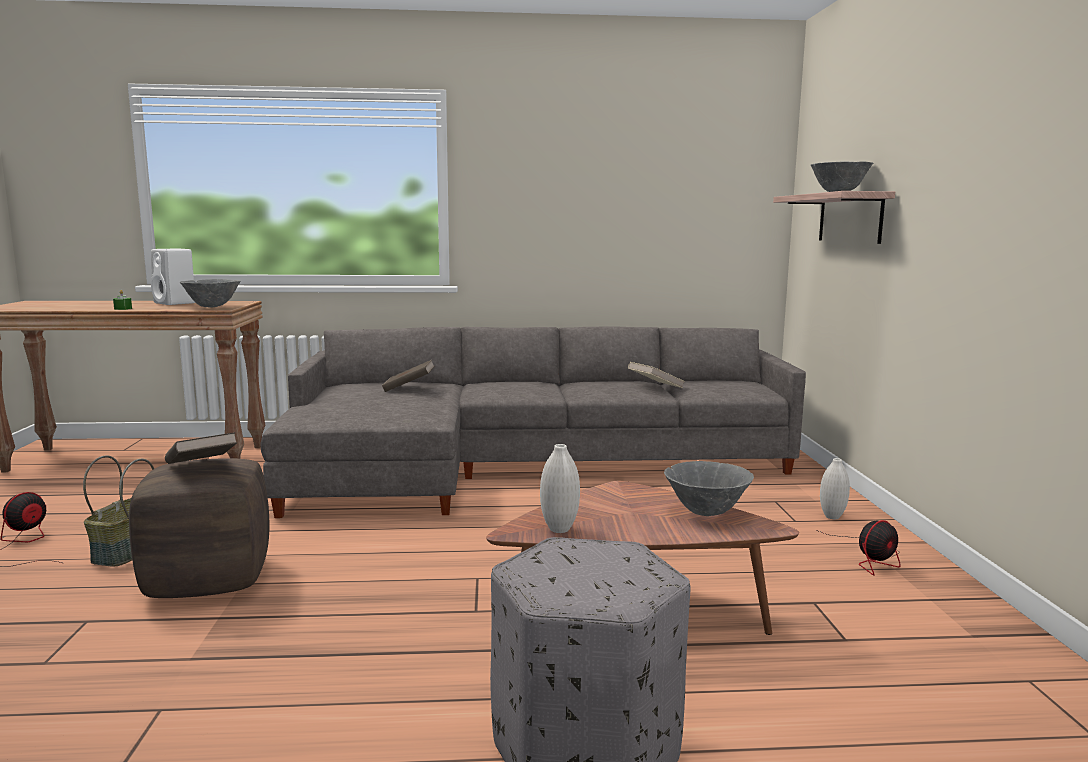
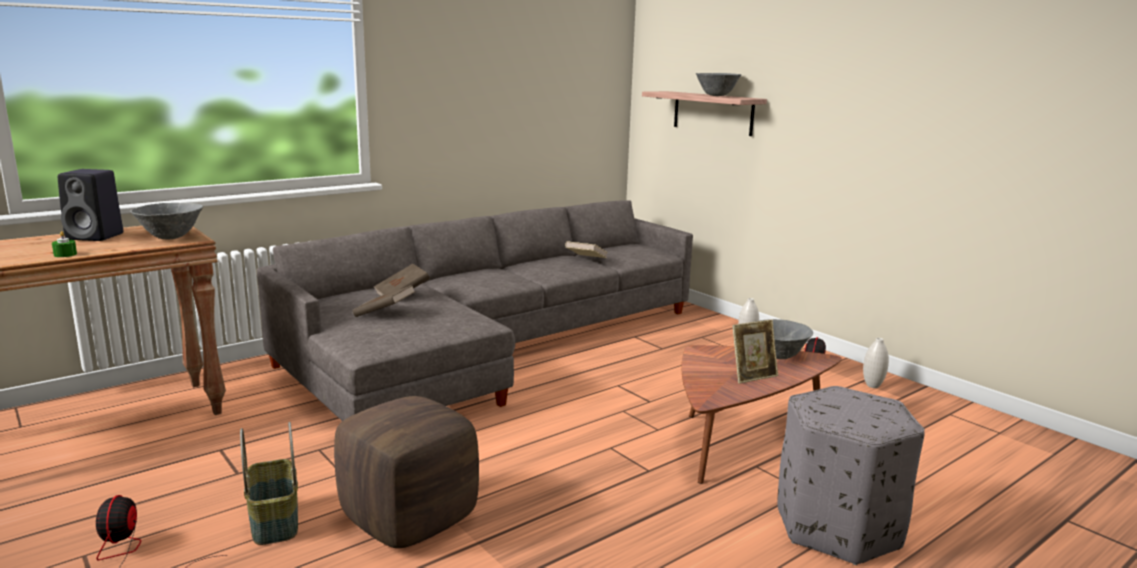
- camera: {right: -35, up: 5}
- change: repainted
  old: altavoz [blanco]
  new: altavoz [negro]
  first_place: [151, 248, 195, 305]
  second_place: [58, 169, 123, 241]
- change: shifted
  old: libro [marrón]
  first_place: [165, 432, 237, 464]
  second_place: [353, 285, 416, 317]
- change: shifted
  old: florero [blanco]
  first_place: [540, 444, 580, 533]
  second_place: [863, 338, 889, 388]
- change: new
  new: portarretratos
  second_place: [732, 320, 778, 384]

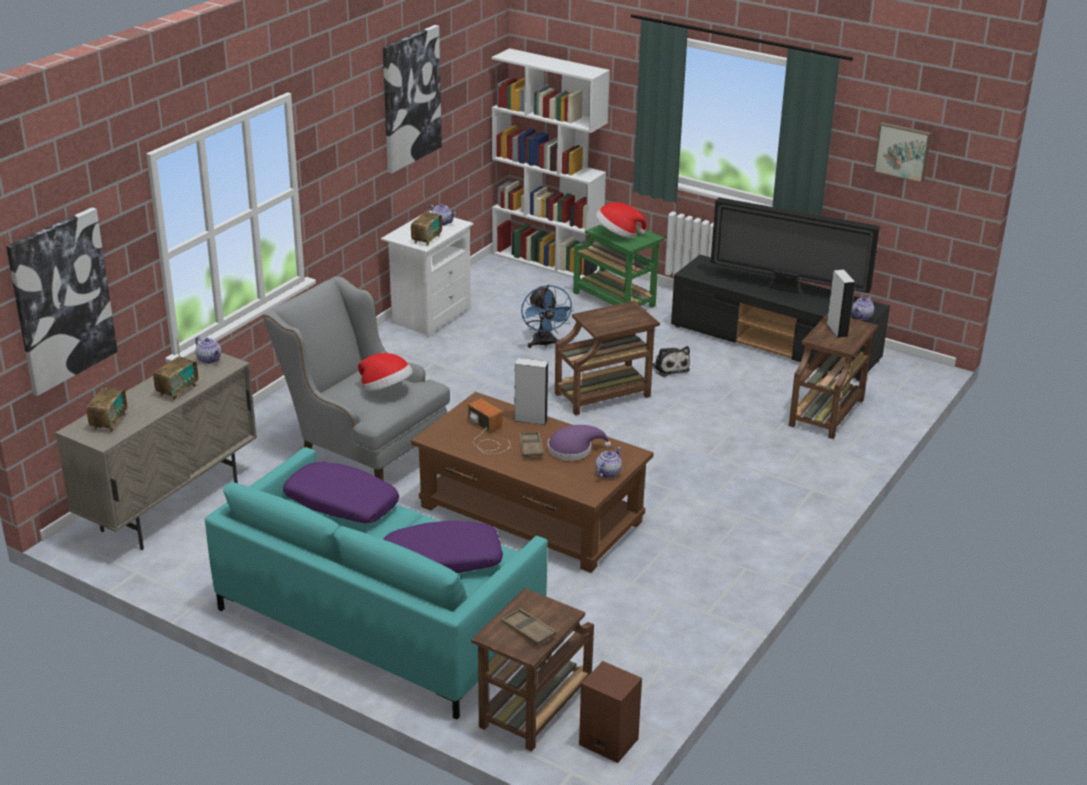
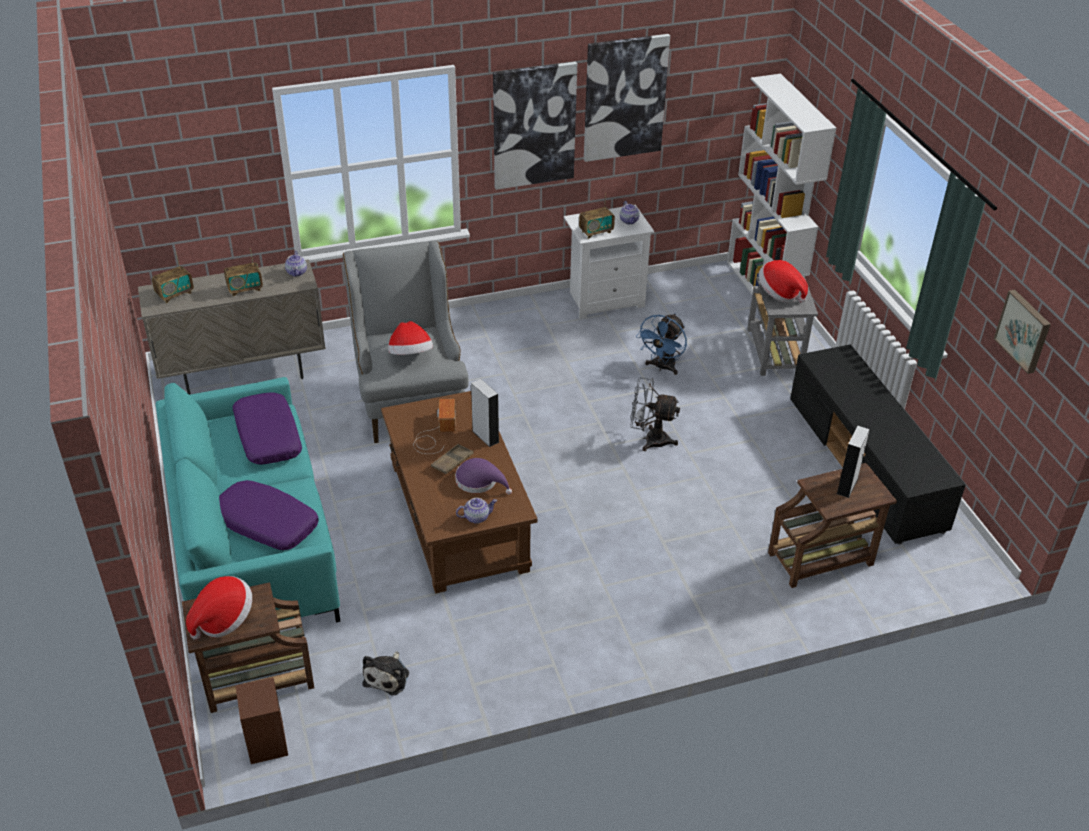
- camera: {right: 40, up: 10}
- change: gone
  old: televisor
  first_place: [711, 197, 880, 296]
- change: shifted
  old: cuadro
  first_place: [6, 207, 118, 396]
  second_place: [493, 62, 577, 190]
- change: repainted
  old: mesa auxiliar [verde]
  new: mesa auxiliar [gris]
  first_place: [573, 225, 664, 308]
  second_place: [747, 276, 818, 376]
- change: gone
  old: tetera
  first_place: [852, 296, 874, 320]
- change: swapped
  old: mesa auxiliar [marrón]
  new: ventilador [gris]
  first_place: [555, 301, 660, 415]
  second_place: [630, 378, 680, 451]
- change: shifted
  old: peluche
  first_place: [652, 346, 690, 377]
  second_place: [362, 651, 409, 695]
- change: swapped
  old: bandeja [marrón]
  new: sombrero
  first_place: [501, 608, 556, 645]
  second_place: [186, 576, 252, 640]

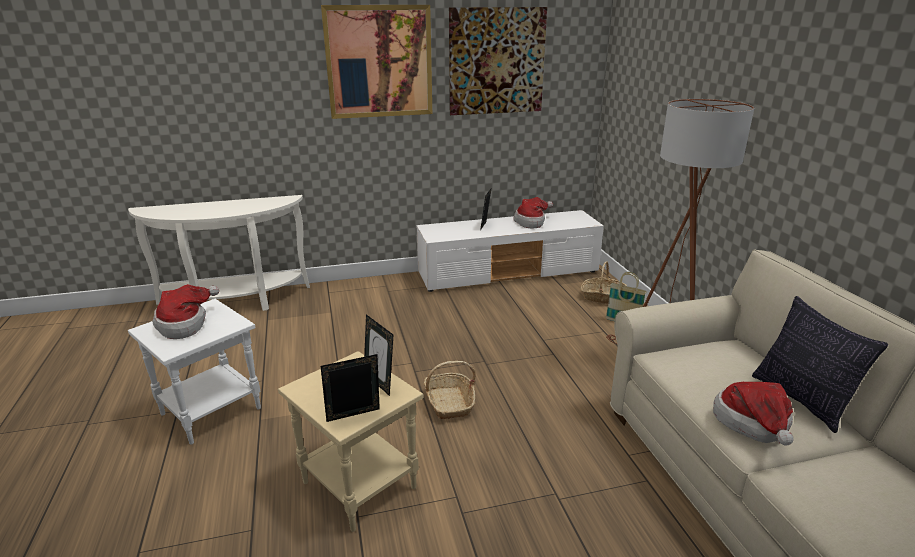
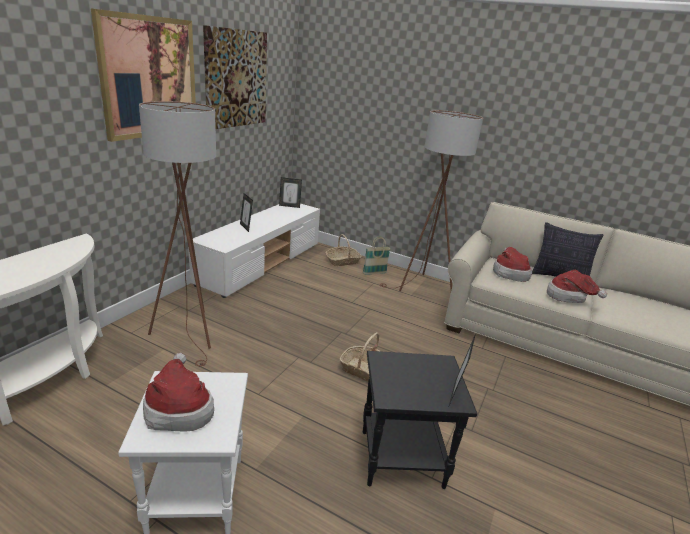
- camera: {right: -50, up: 0}
- change: shifted
  old: sombrero
  first_place: [513, 197, 553, 229]
  second_place: [493, 247, 532, 282]
- change: shifted
  old: portarretratos
  first_place: [364, 314, 393, 396]
  second_place: [279, 177, 302, 208]
- change: repainted
  old: mesa auxiliar [beis]
  new: mesa auxiliar [negro]
  first_place: [278, 351, 424, 532]
  second_place: [363, 351, 477, 489]
- change: new
  new: lámpara de pie [marrón]
  second_place: [139, 101, 216, 366]

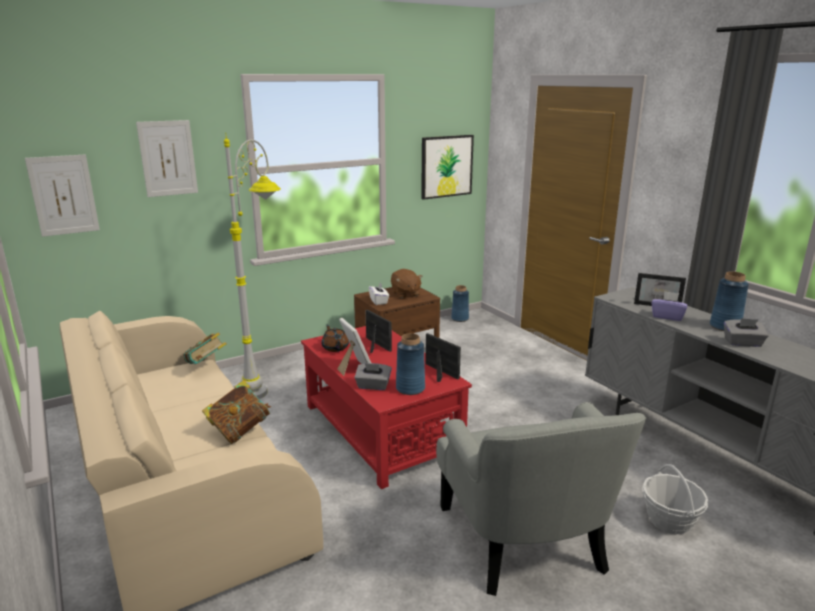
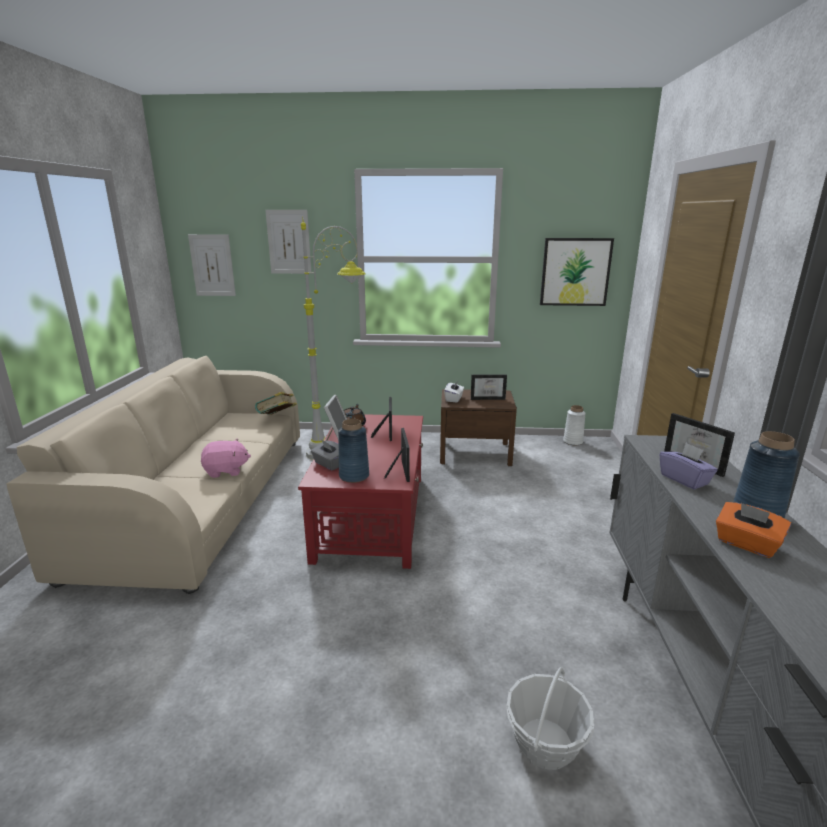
- camera: {right: 35, up: 0}
- change: swapped
  old: peluche [marrón]
  new: portarretratos
  first_place: [391, 269, 423, 298]
  second_place: [471, 374, 507, 400]
- change: repainted
  old: florero [azul]
  new: florero [blanco]
  first_place: [451, 285, 469, 322]
  second_place: [563, 405, 586, 445]
- change: repainted
  old: caja de pañuelos [gris]
  new: caja de pañuelos [naranja]
  first_place: [724, 318, 769, 347]
  second_place: [716, 502, 791, 558]
- change: swapped
  old: libro
  new: peluche [rosa]
  first_place: [202, 380, 271, 444]
  second_place: [201, 439, 251, 478]
- change: gone
  old: sillón [gris]
  first_place: [436, 402, 646, 596]

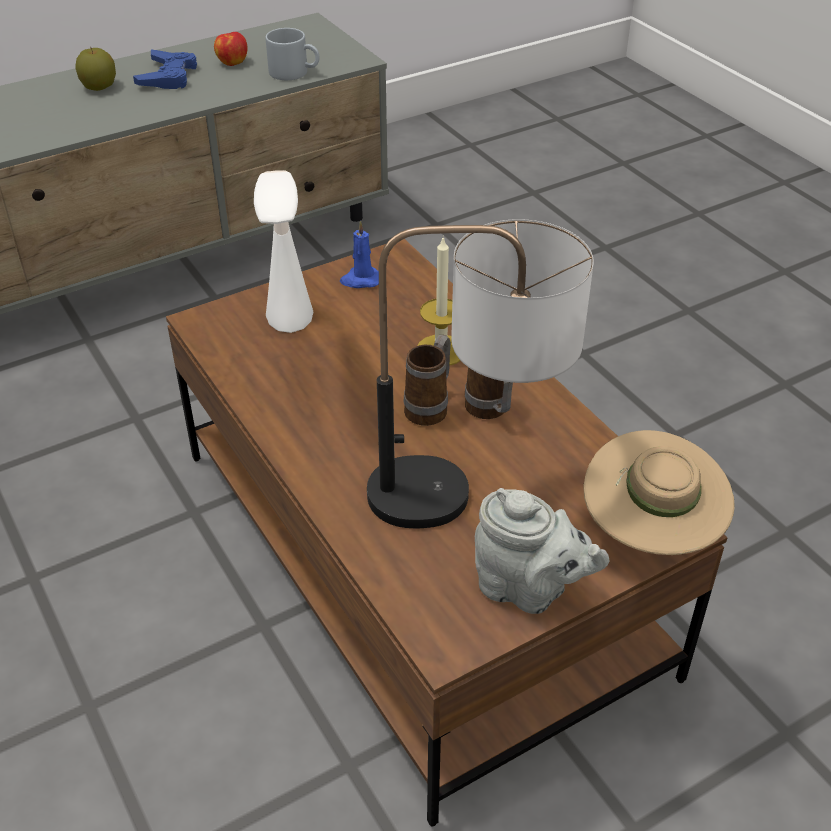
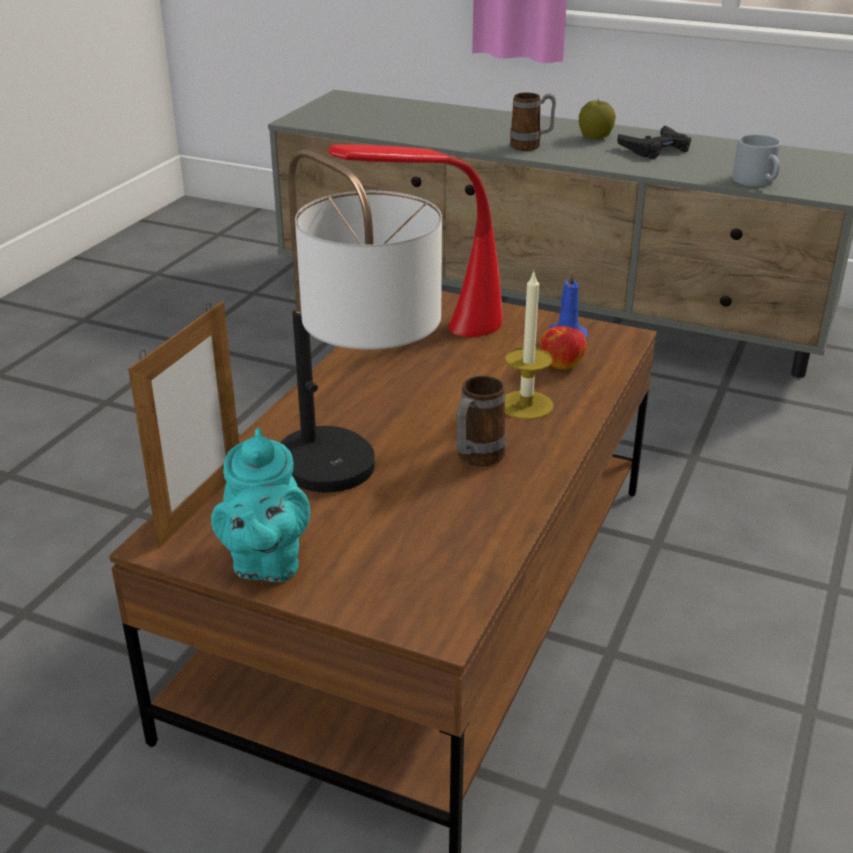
- camera: {right: 55, up: -10}
- change: shifted
  old: manzana
  first_place: [214, 32, 248, 66]
  second_place: [540, 326, 587, 370]
- change: repainted
  old: mando de consola [azul]
  new: mando de consola [negro]
  first_place: [133, 49, 197, 89]
  second_place: [617, 125, 691, 159]
- change: repainted
  old: lámpara de mesa [blanco]
  new: lámpara de mesa [rojo]
  first_place: [254, 170, 313, 333]
  second_place: [327, 144, 503, 337]
- change: shifted
  old: taza grande
  first_place: [404, 335, 451, 426]
  second_place: [510, 92, 556, 151]
- change: gone
  old: sombrero [beis]
  first_place: [584, 430, 734, 555]
- change: repainted
  old: tetera [gris]
  new: tetera [turquesa]
  first_place: [475, 488, 609, 614]
  second_place: [211, 428, 310, 582]
- change: new
  new: portarretratos
  second_place: [128, 301, 239, 548]

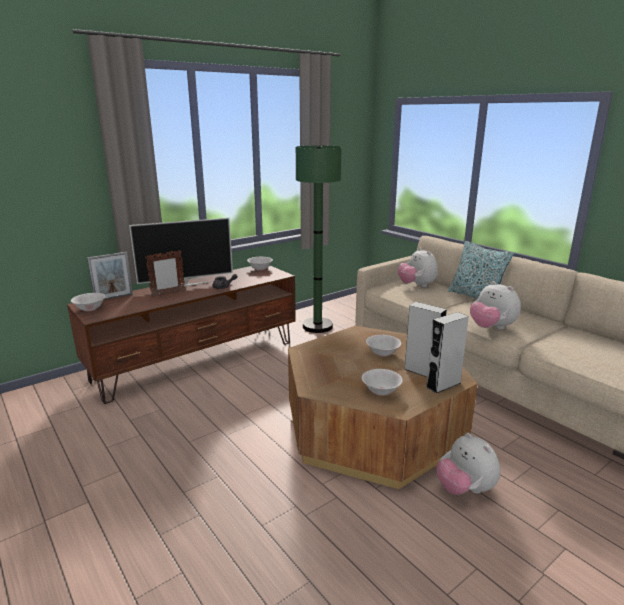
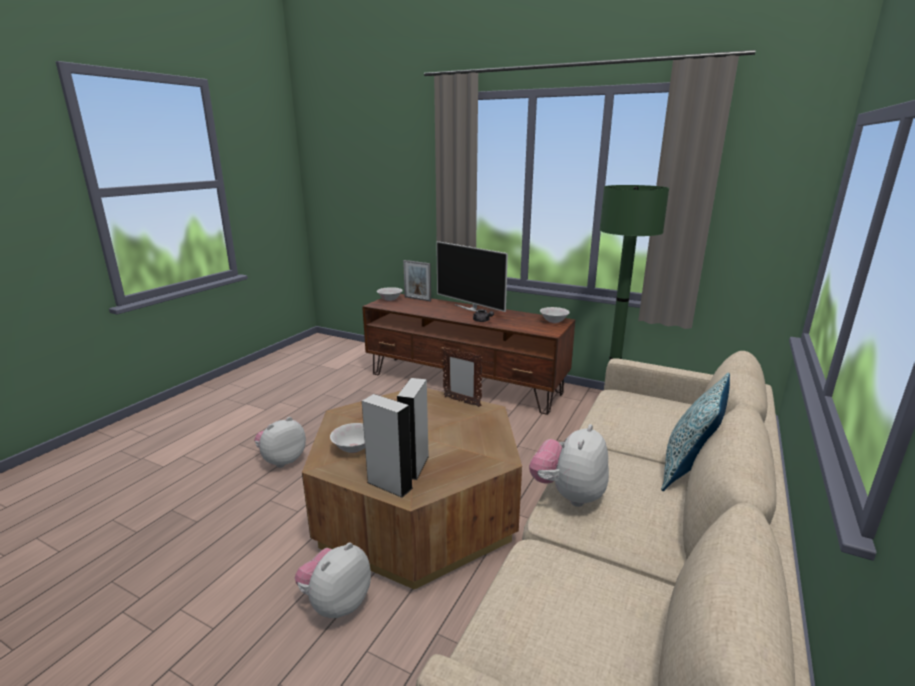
- camera: {right: 65, up: 0}
- change: shifted
  old: peluche
  first_place: [398, 248, 438, 287]
  second_place: [254, 417, 306, 468]
- change: shifted
  old: portarretratos
  first_place: [145, 250, 185, 297]
  second_place: [442, 347, 483, 407]
- change: gone
  old: cuenco [blanco]
  first_place: [366, 335, 401, 357]

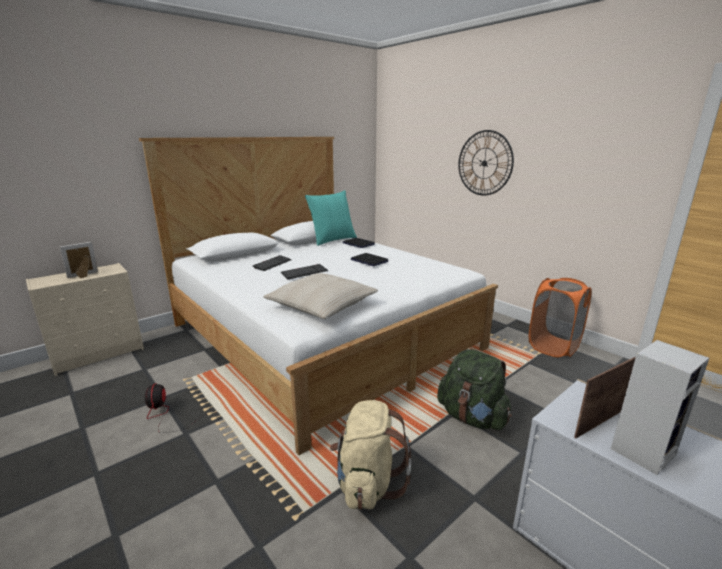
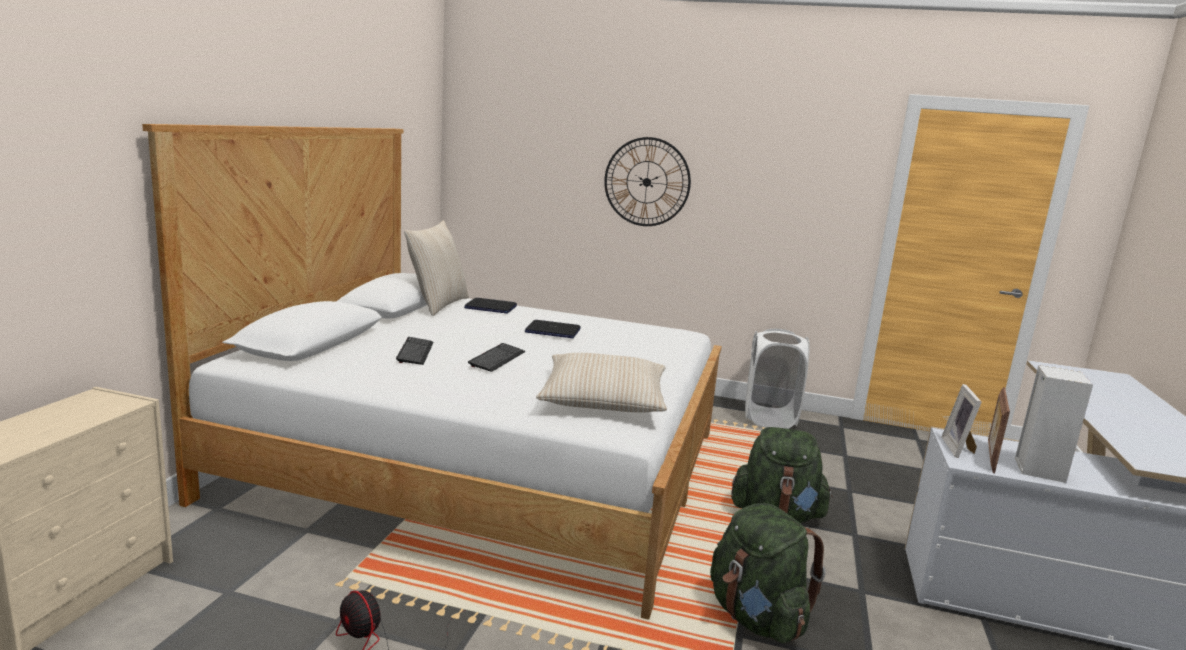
- camera: {right: -35, up: -5}
- change: repainted
  old: cojín [turquesa]
  new: cojín [beis]
  first_place: [305, 190, 357, 246]
  second_place: [404, 220, 469, 316]
- change: shifted
  old: portarretratos
  first_place: [60, 242, 98, 278]
  second_place: [941, 384, 982, 458]
- change: repainted
  old: cesto de la ropa [naranja]
  new: cesto de la ropa [blanco]
  first_place: [529, 278, 592, 357]
  second_place: [745, 329, 810, 429]
- change: repainted
  old: mochila [beis]
  new: mochila [verde]
  first_place: [330, 400, 411, 510]
  second_place: [710, 503, 826, 644]

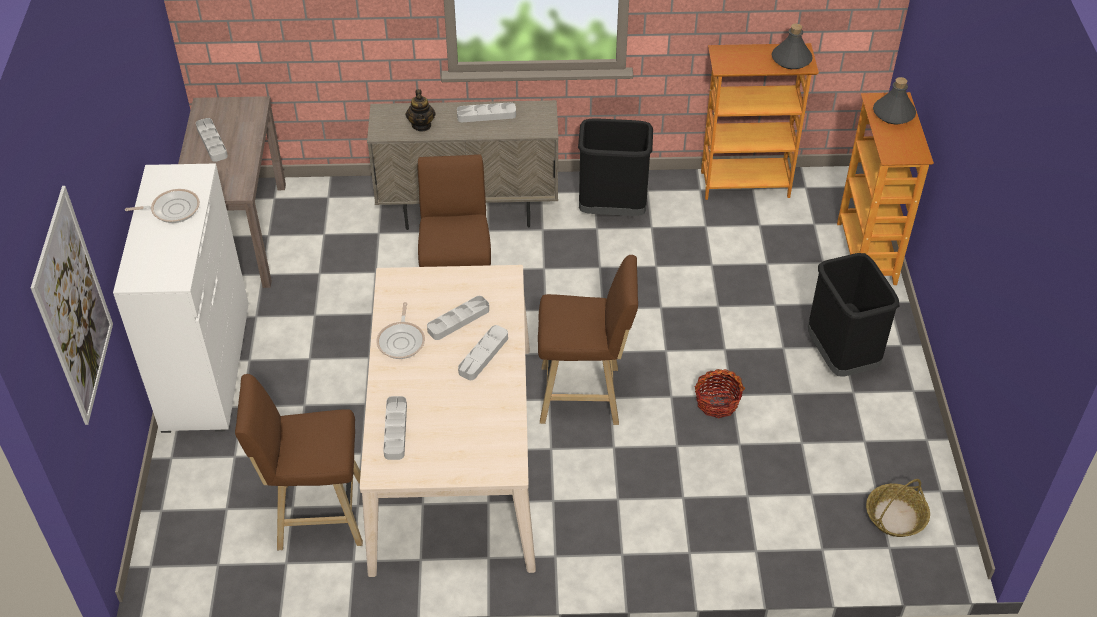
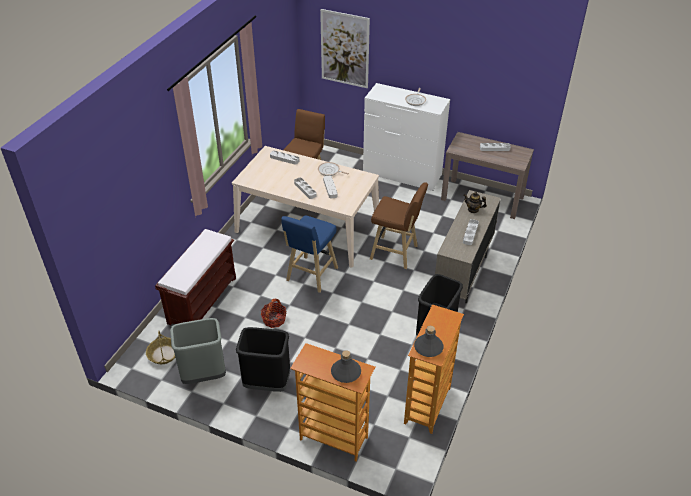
- camera: {right: 115, up: -5}
- change: repainted
  old: taburete [marrón]
  new: taburete [azul]
  first_place: [538, 255, 638, 425]
  second_place: [281, 216, 338, 293]
- change: new
  new: banco [marrón]
  second_place: [155, 229, 236, 325]
- change: new
  new: papelera [gris]
  second_place: [170, 318, 226, 384]

